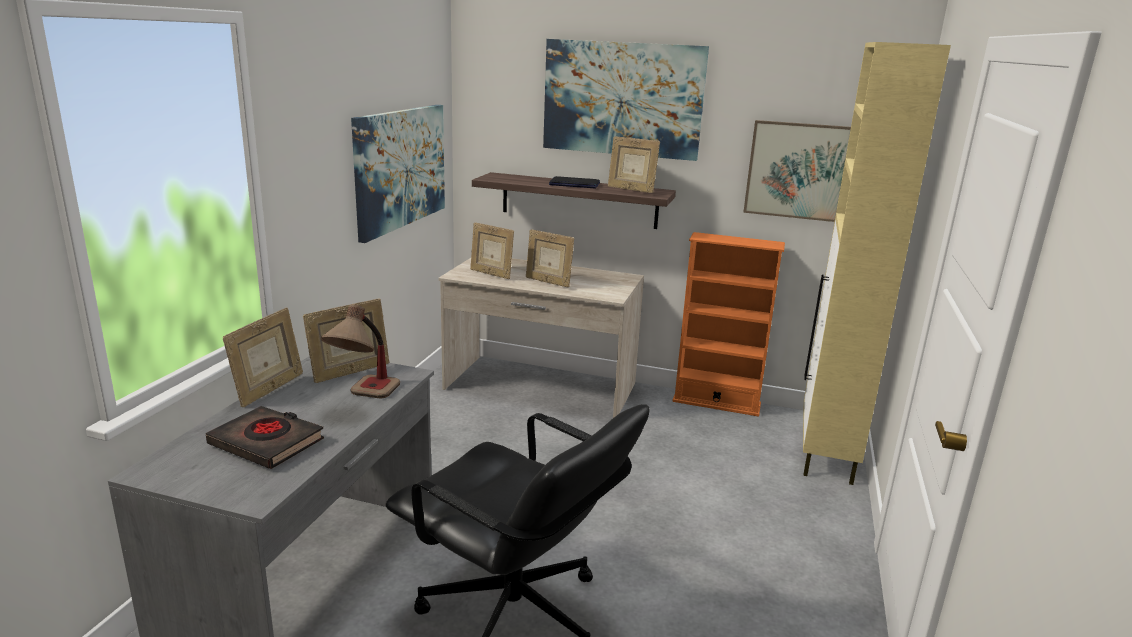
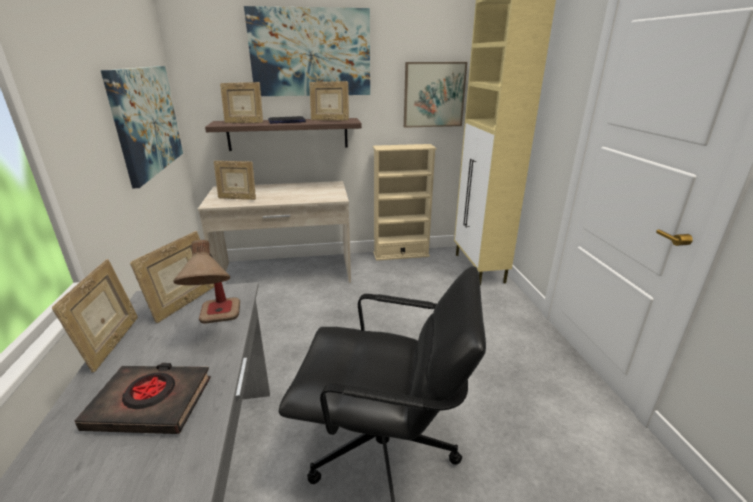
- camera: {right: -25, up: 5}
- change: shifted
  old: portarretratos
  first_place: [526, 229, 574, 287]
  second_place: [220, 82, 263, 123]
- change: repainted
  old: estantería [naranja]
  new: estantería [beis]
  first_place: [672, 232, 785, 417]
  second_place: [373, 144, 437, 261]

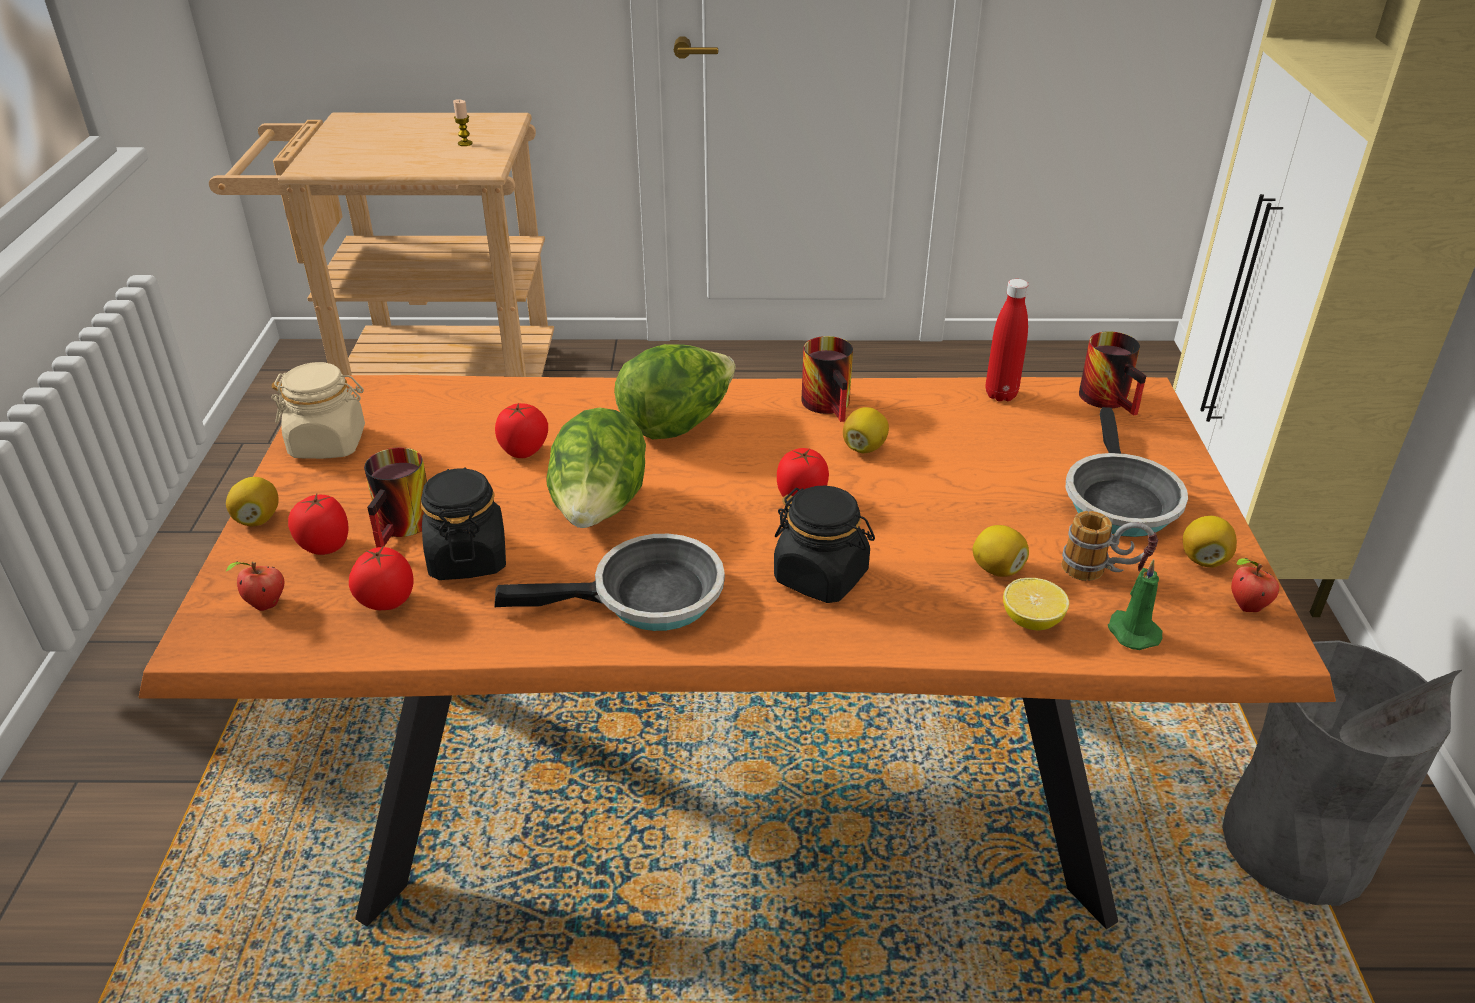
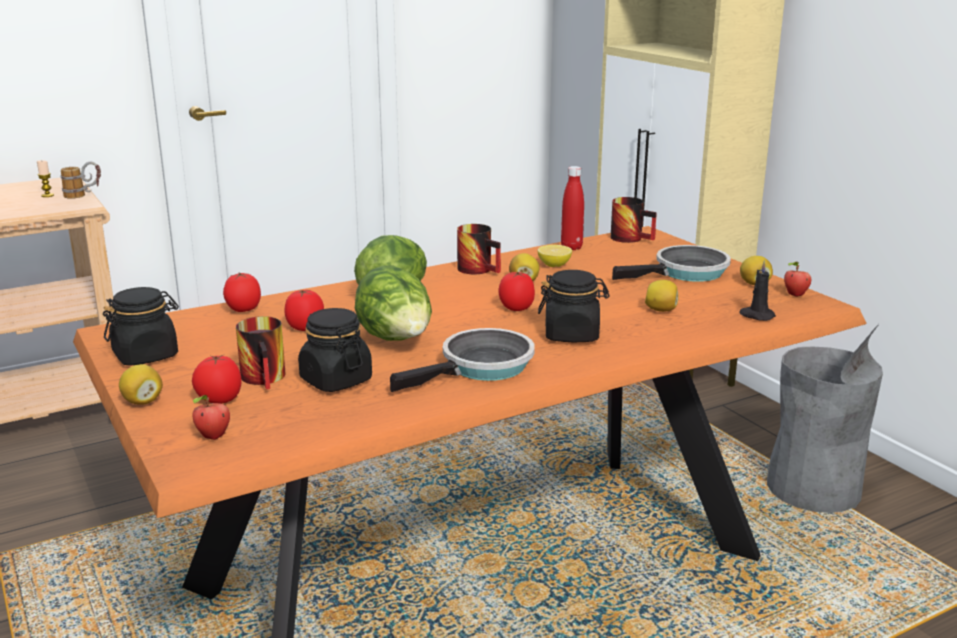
- camera: {right: -30, up: -15}
- change: repainted
  old: tarro [beis]
  new: tarro [negro]
  first_place: [271, 362, 365, 459]
  second_place: [103, 287, 179, 366]
- change: rotated
  old: sartén
  first_place: [1066, 407, 1188, 537]
  second_place: [612, 245, 731, 282]
  degrees: -90
- change: shifted
  old: taza grande
  first_place: [1061, 511, 1158, 581]
  second_place: [61, 162, 101, 199]
- change: shifted
  old: tomate
  first_place: [349, 546, 413, 610]
  second_place: [223, 273, 261, 312]
- change: repainted
  old: vela [verde]
  new: vela [negro]
  first_place: [1108, 559, 1163, 650]
  second_place: [739, 260, 776, 321]
- change: shifted
  old: limón
  first_place: [1003, 578, 1069, 630]
  second_place: [538, 245, 572, 267]

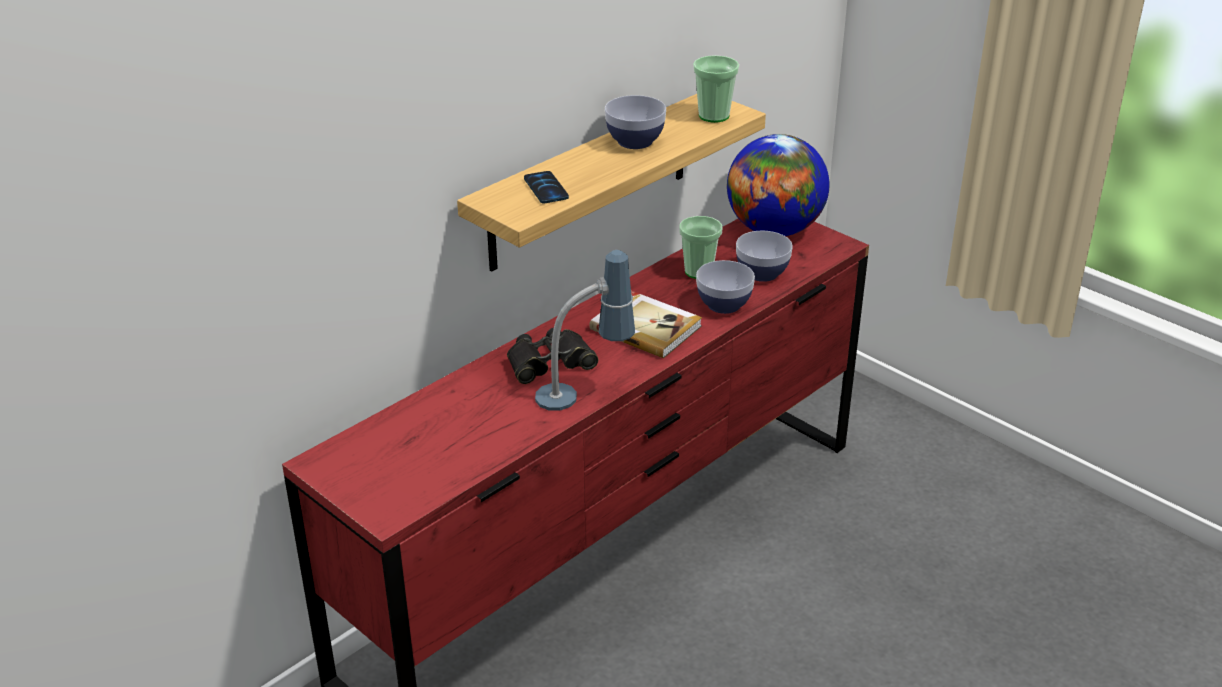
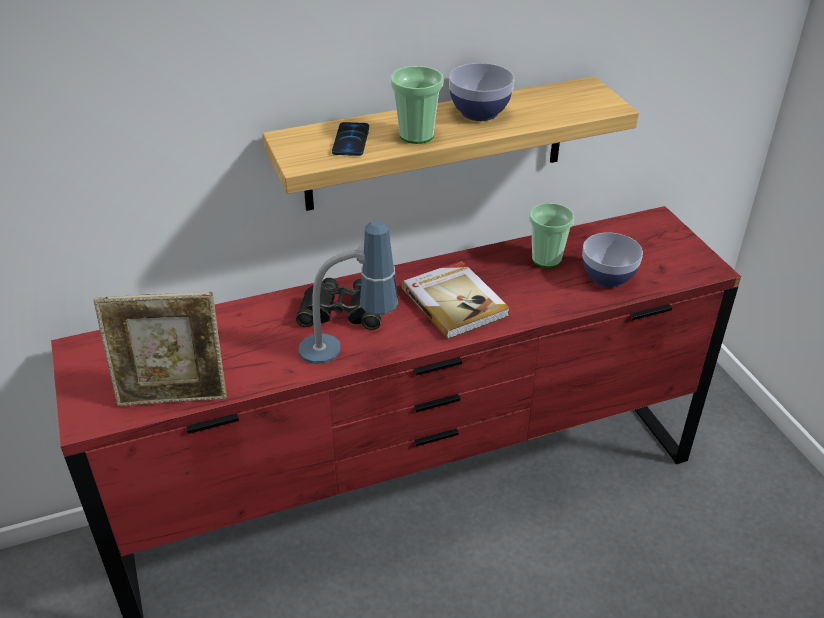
- camera: {right: 25, up: 5}
- change: shifted
  old: taza
  first_place: [693, 55, 739, 123]
  second_place: [391, 66, 444, 144]
- change: gone
  old: globo terráqueo
  first_place: [727, 134, 829, 236]
- change: gone
  old: cuenco
  first_place: [696, 260, 755, 314]
- change: new
  new: portarretratos
  second_place: [93, 292, 227, 406]

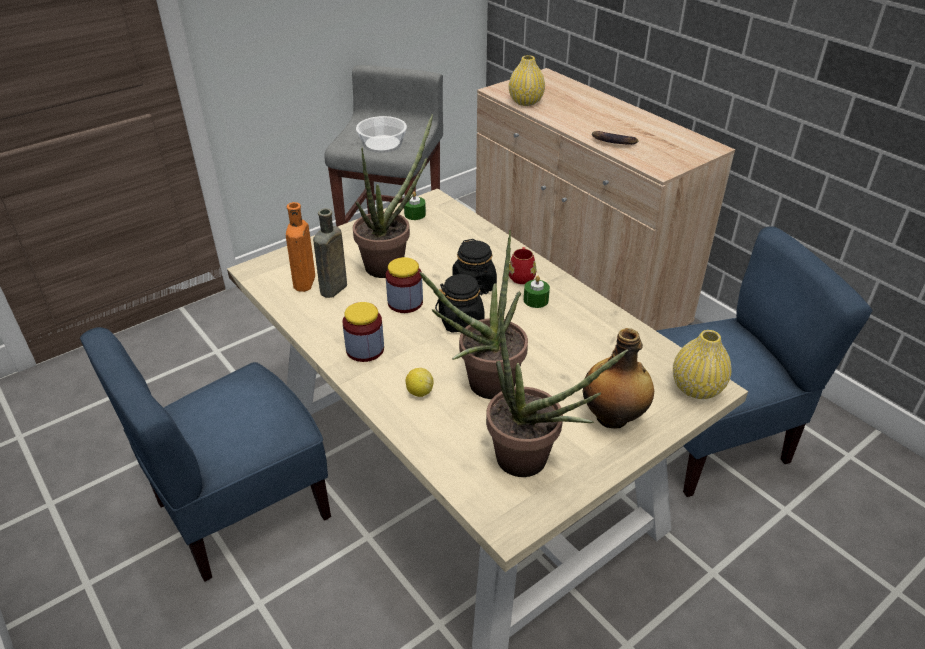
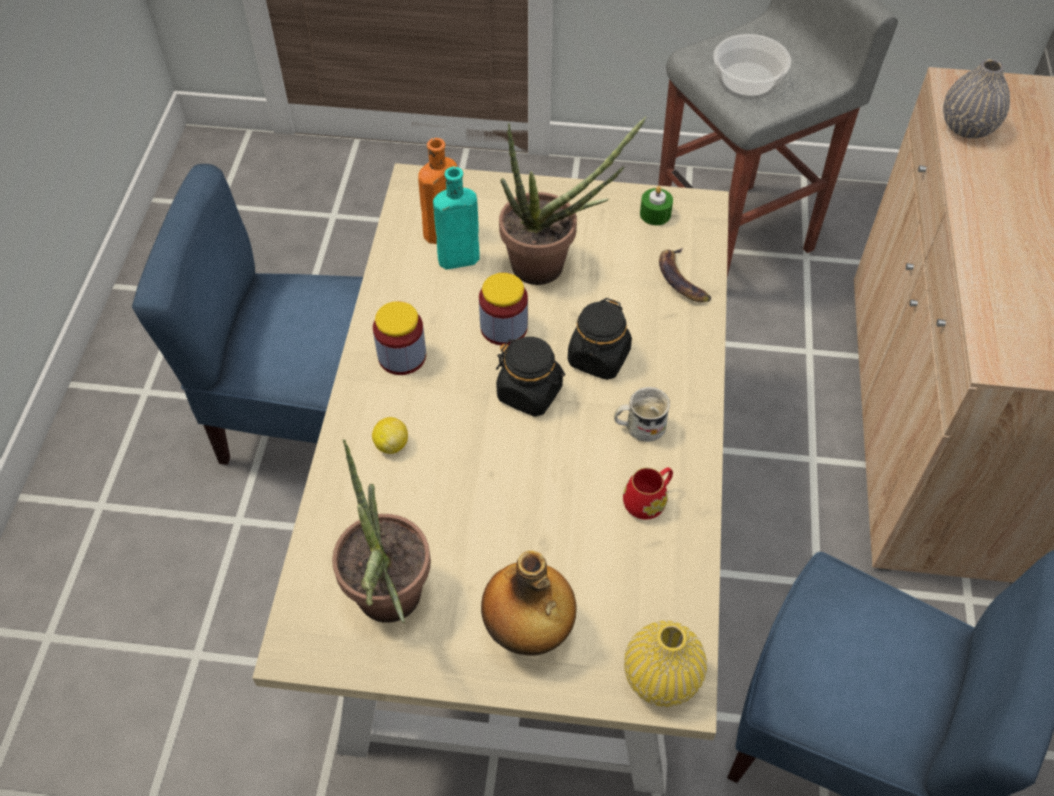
- camera: {right: 45, up: 15}
- change: repainted
  old: florero [amarillo]
  new: florero [gris]
  first_place: [509, 55, 545, 106]
  second_place: [943, 59, 1010, 138]
- change: shifted
  old: plátano
  first_place: [592, 131, 638, 145]
  second_place: [659, 247, 711, 302]
- change: repainted
  old: botella [marrón]
  new: botella [turquesa]
  first_place: [313, 208, 347, 298]
  second_place: [433, 167, 480, 270]
- change: gone
  old: planta en maceta
  first_place: [420, 230, 528, 399]
- change: shifted
  old: taza grande [rojo]
  first_place: [509, 247, 536, 284]
  second_place: [623, 467, 673, 519]
- change: swapped
  old: vela [verde]
  new: taza grande [blanco]
  first_place: [524, 276, 550, 308]
  second_place: [614, 387, 670, 442]

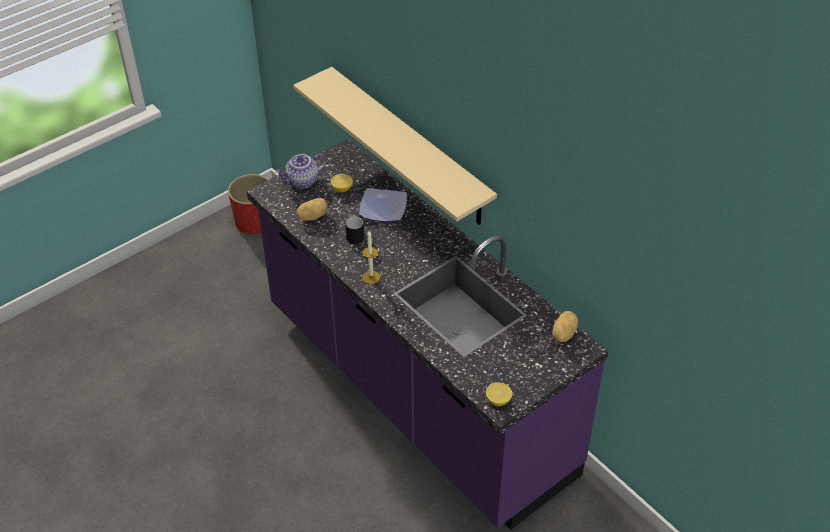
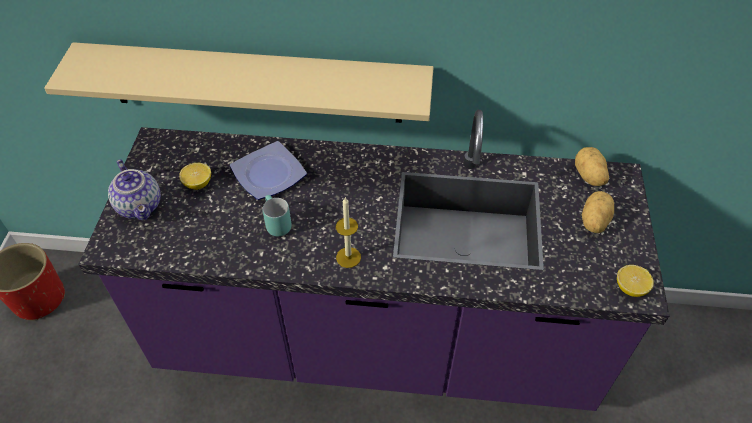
- camera: {right: -45, up: 5}
- change: rotated
  old: tetera
  first_place: [275, 153, 327, 189]
  second_place: [108, 159, 161, 220]
  degrees: -45
- change: shifted
  old: patata
  first_place: [296, 198, 328, 221]
  second_place: [582, 191, 614, 233]
- change: repainted
  old: taza grande [negro]
  new: taza grande [turquesa]
  first_place: [345, 215, 364, 244]
  second_place: [262, 195, 292, 236]

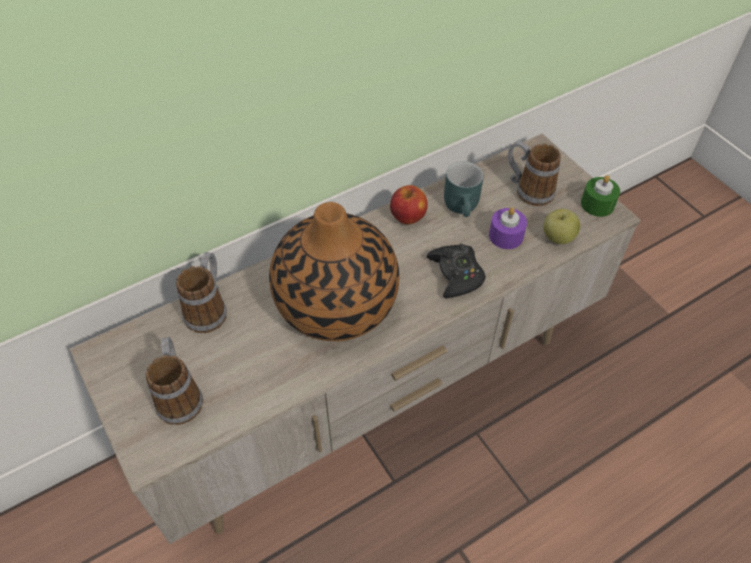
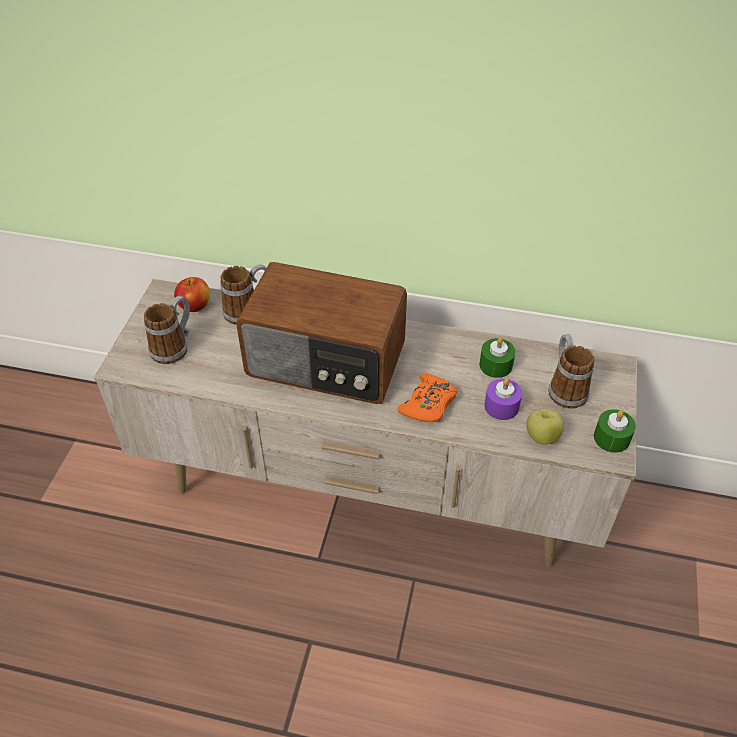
- camera: {right: 45, up: -5}
- change: swapped
  old: taza grande [turquesa]
  new: vela [verde]
  first_place: [444, 161, 484, 217]
  second_place: [479, 337, 515, 378]
- change: shifted
  old: manzana
  first_place: [390, 185, 428, 225]
  second_place: [174, 277, 210, 312]
- change: swapped
  old: florero
  new: radio
  first_place: [269, 202, 399, 341]
  second_place: [236, 262, 407, 404]
- change: repainted
  old: mando de consola [negro]
  new: mando de consola [naranja]
  first_place: [427, 244, 486, 298]
  second_place: [398, 374, 457, 422]

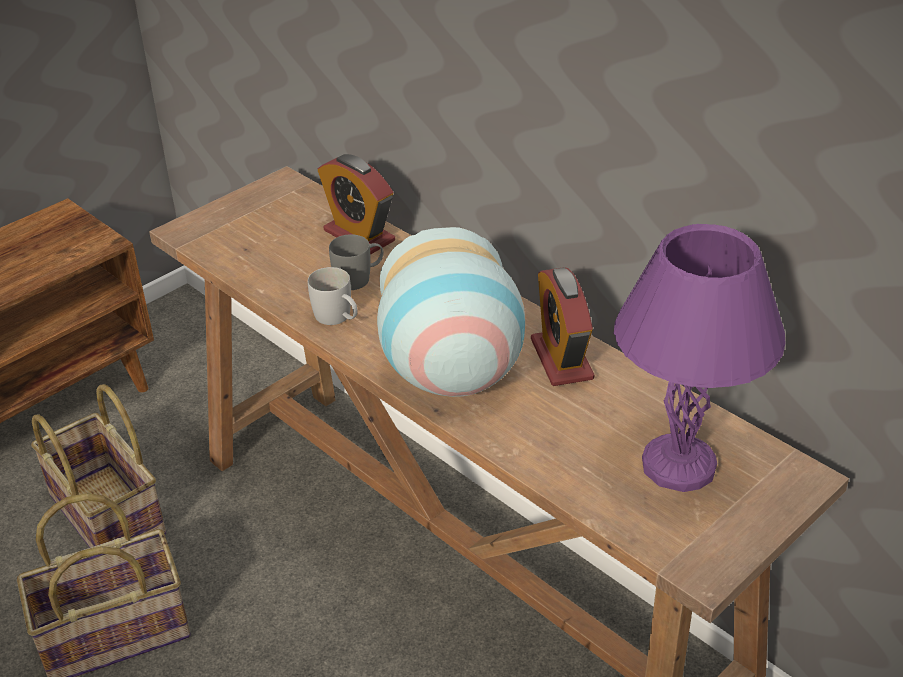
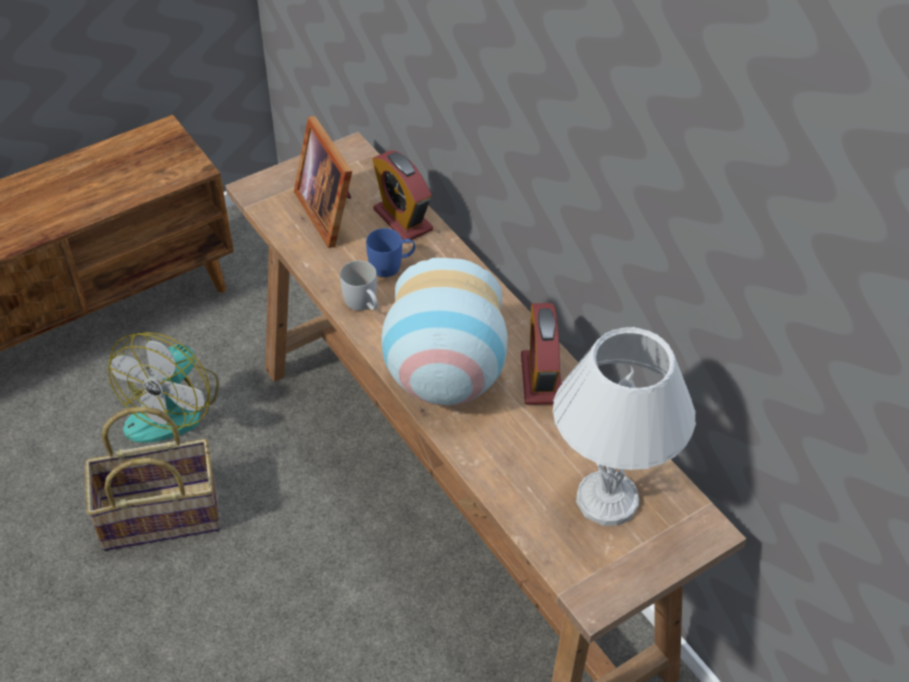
- camera: {right: 10, up: 10}
- change: repainted
  old: lámpara de mesa [morado]
  new: lámpara de mesa [blanco]
  first_place: [614, 224, 785, 492]
  second_place: [552, 327, 696, 526]
- change: repainted
  old: taza grande [gris]
  new: taza grande [azul]
  first_place: [329, 234, 384, 290]
  second_place: [366, 228, 415, 277]
- change: swapped
  old: cesta
  new: ventilador
  first_place: [31, 384, 166, 548]
  second_place: [108, 332, 219, 443]
- change: new
  new: portarretratos
  second_place: [294, 116, 352, 248]

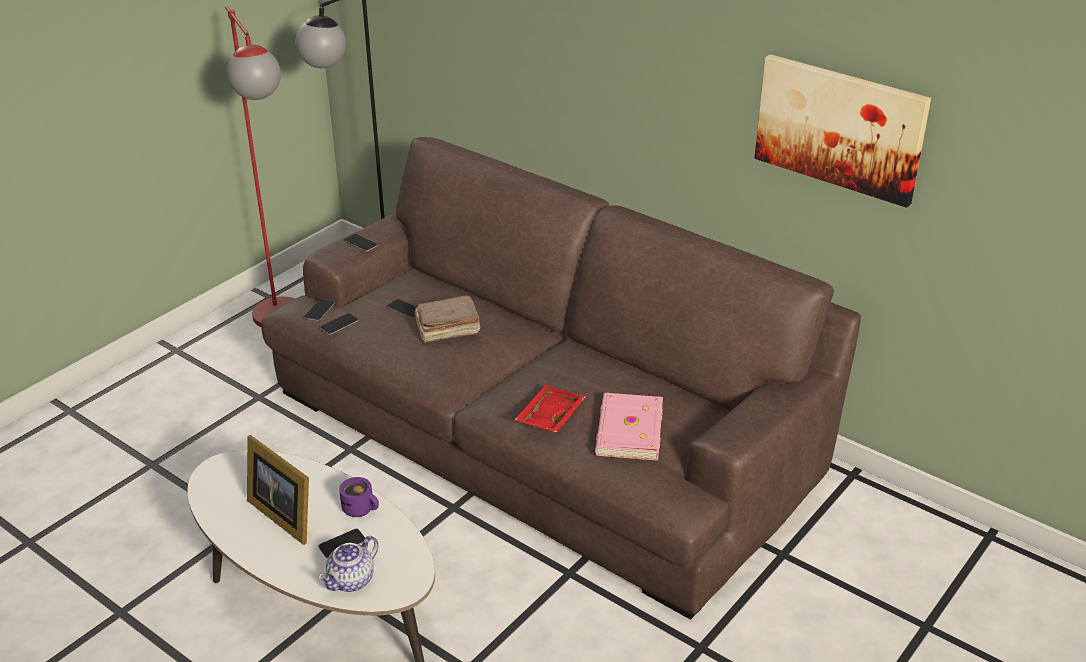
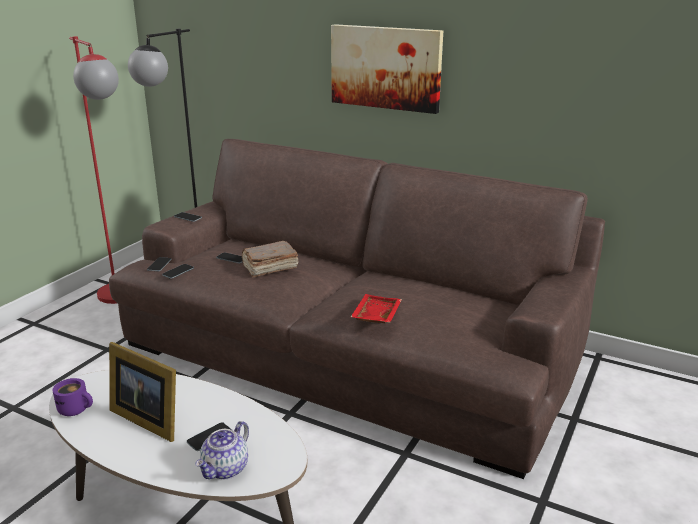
- camera: {right: -10, up: -10}
- change: shifted
  old: cuadro
  first_place: [754, 54, 931, 208]
  second_place: [331, 24, 443, 114]
- change: gone
  old: libro [rosa]
  first_place: [595, 393, 663, 461]
- change: shifted
  old: taza grande [morado]
  first_place: [339, 477, 379, 517]
  second_place: [52, 378, 93, 416]

